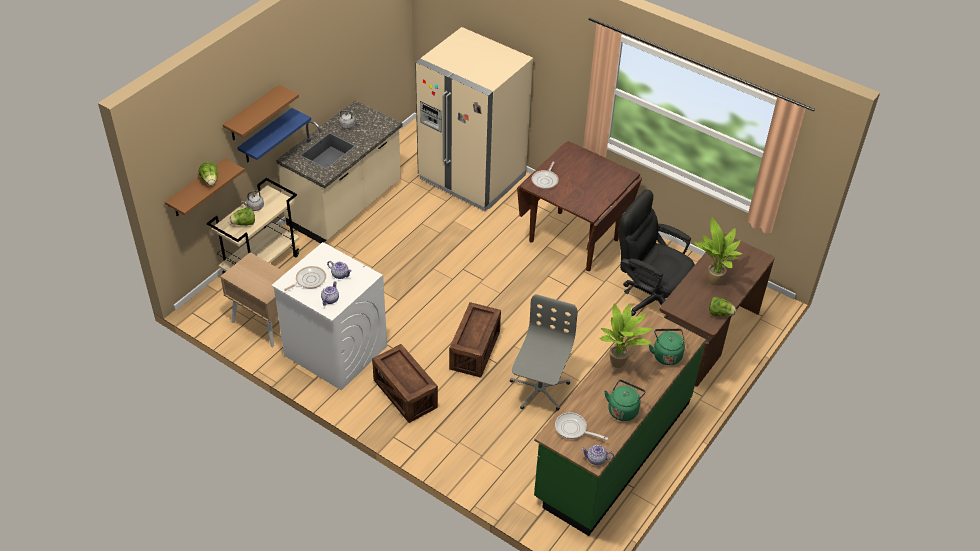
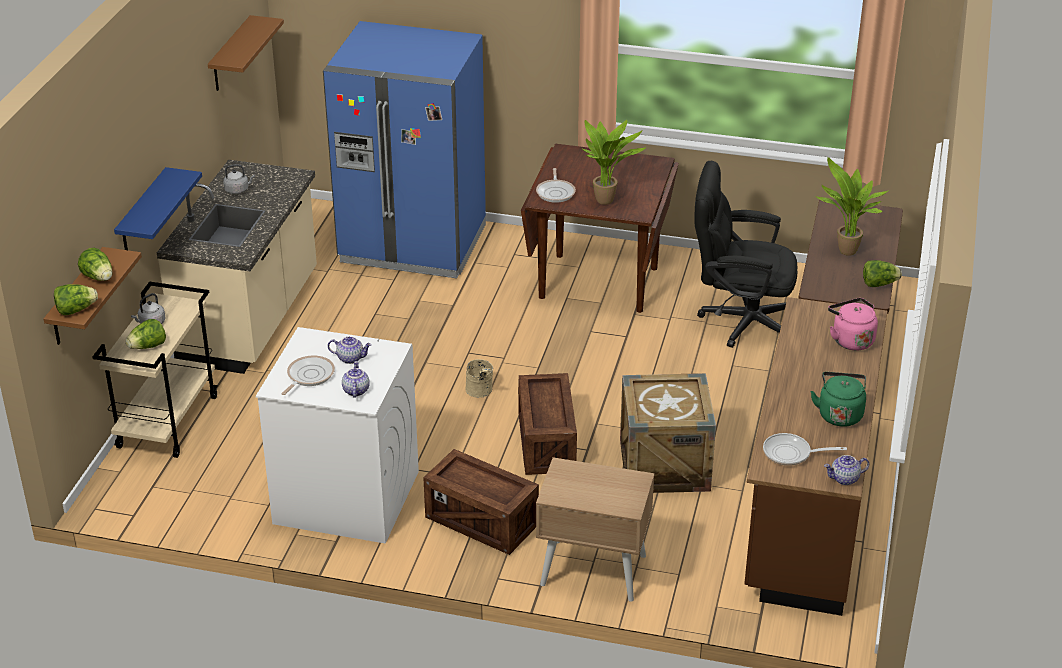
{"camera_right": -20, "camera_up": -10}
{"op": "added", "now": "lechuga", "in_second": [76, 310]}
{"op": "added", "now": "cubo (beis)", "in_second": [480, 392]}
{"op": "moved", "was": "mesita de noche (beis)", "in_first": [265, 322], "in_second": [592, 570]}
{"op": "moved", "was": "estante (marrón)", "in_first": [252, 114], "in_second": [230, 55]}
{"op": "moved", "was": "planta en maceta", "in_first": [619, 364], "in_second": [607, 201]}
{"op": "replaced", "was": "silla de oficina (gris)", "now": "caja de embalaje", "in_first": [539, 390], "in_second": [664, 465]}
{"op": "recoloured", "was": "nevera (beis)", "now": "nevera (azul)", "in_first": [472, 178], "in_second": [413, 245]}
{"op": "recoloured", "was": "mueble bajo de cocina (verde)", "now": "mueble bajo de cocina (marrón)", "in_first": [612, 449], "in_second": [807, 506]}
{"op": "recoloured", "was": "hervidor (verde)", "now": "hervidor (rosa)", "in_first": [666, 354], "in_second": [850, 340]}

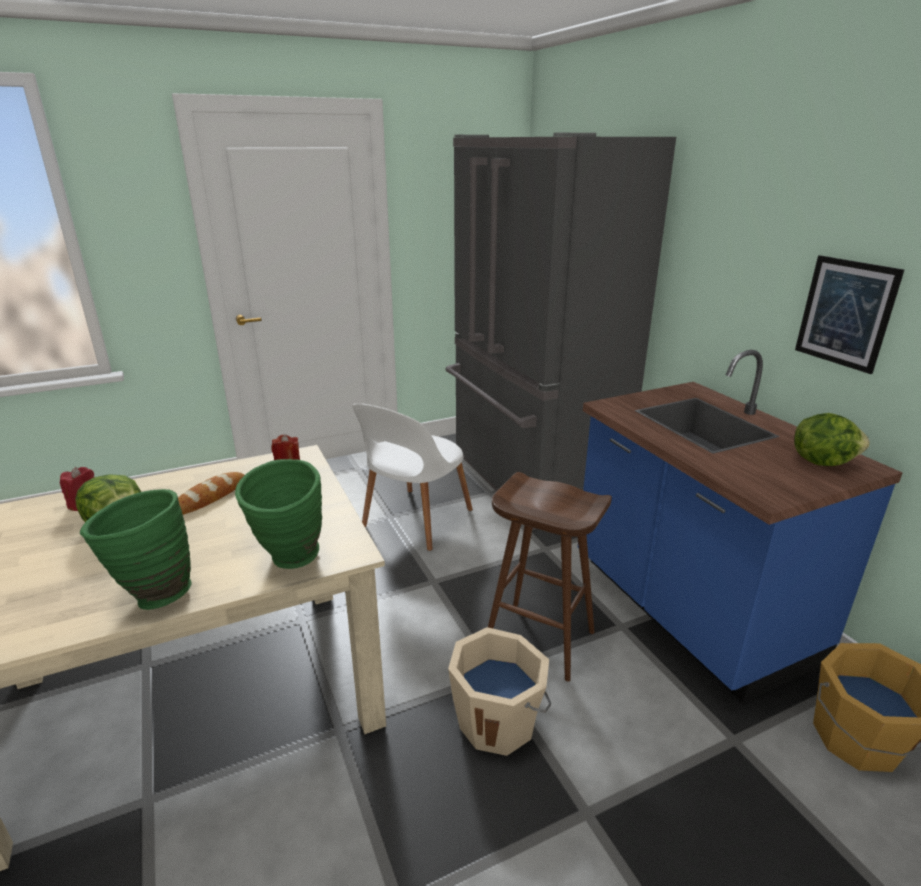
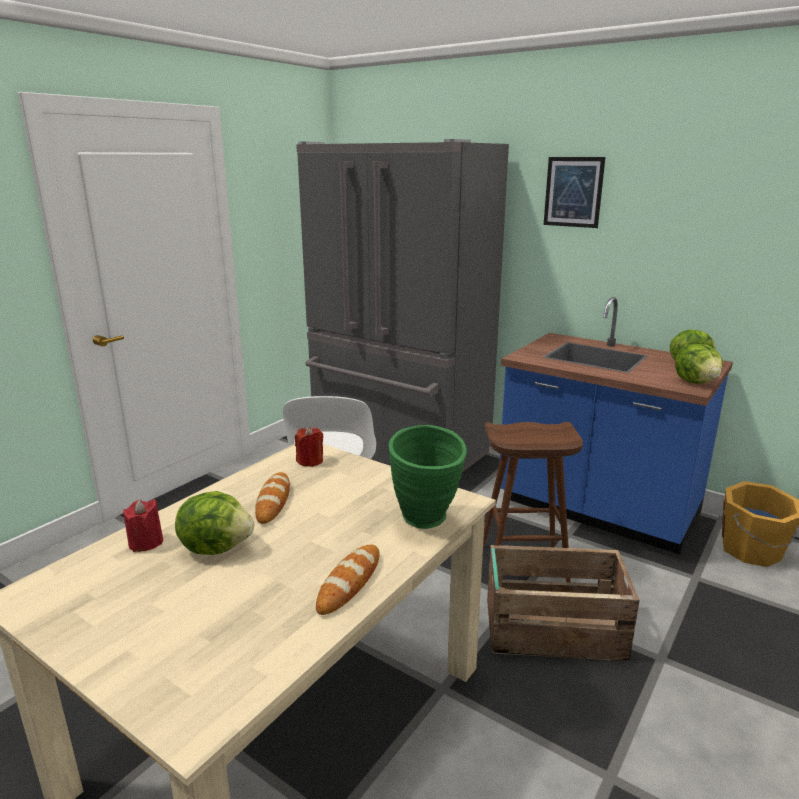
{"camera_right": -30, "camera_up": -5}
{"op": "added", "now": "lechuga", "in_second": [696, 382]}
{"op": "moved", "was": "cuadro", "in_first": [845, 313], "in_second": [573, 192]}
{"op": "replaced", "was": "florero (verde)", "now": "pan", "in_first": [152, 595], "in_second": [349, 582]}
{"op": "replaced", "was": "cubo (beis)", "now": "caja de embalaje", "in_first": [498, 721], "in_second": [551, 628]}

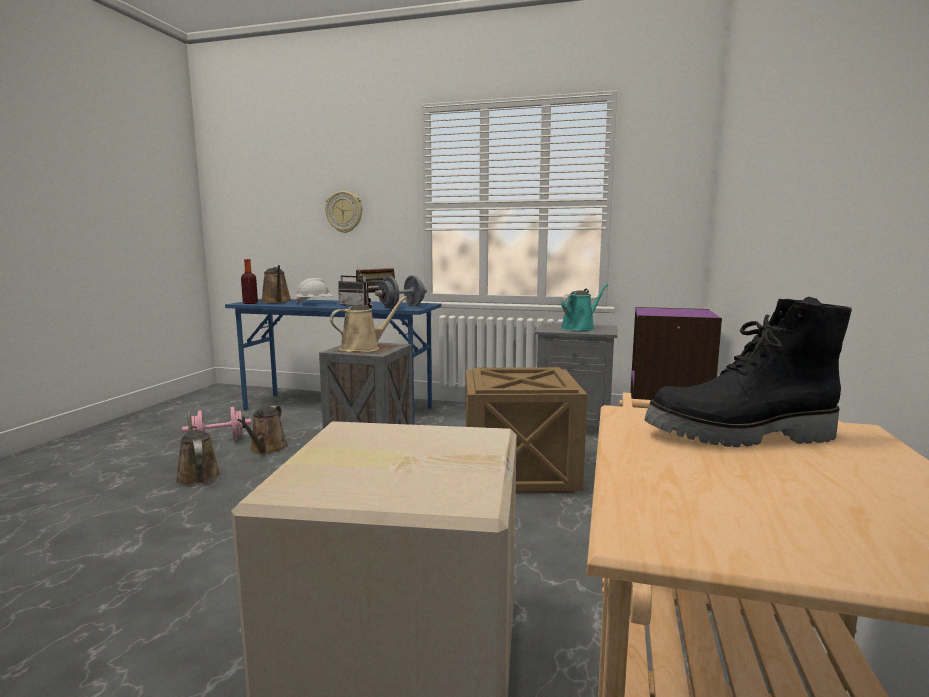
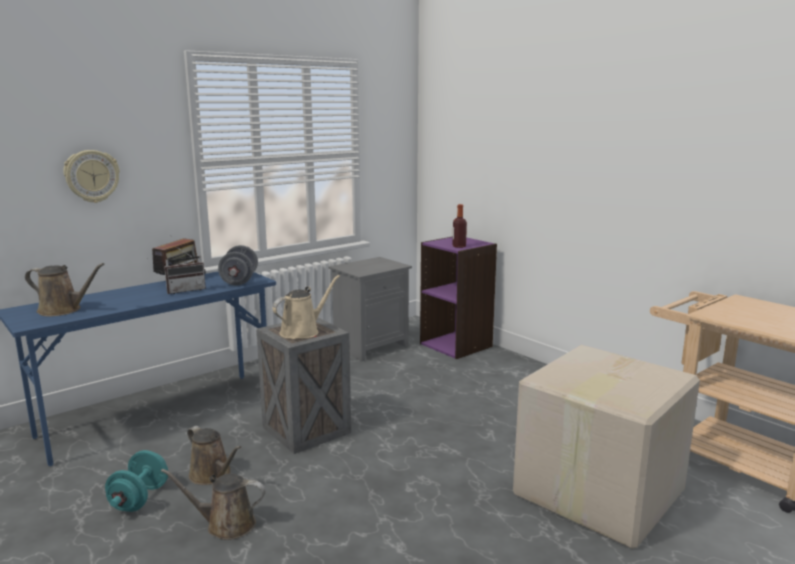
{"camera_right": -55, "camera_up": 5}
{"op": "removed", "was": "casco (blanco)", "in_first": [315, 303]}
{"op": "removed", "was": "caja de embalaje", "in_first": [521, 472]}
{"op": "removed", "was": "regadera (turquesa)", "in_first": [580, 328]}
{"op": "removed", "was": "bota (negro)", "in_first": [741, 436]}
{"op": "moved", "was": "botella", "in_first": [250, 303], "in_second": [459, 246]}
{"op": "recoloured", "was": "mancuerna (rosa)", "now": "mancuerna (turquesa)", "in_first": [219, 441], "in_second": [139, 499]}
{"op": "turned", "was": "regadera (beis)", "in_first": [363, 348], "in_second": [302, 331], "clockwise": 45}

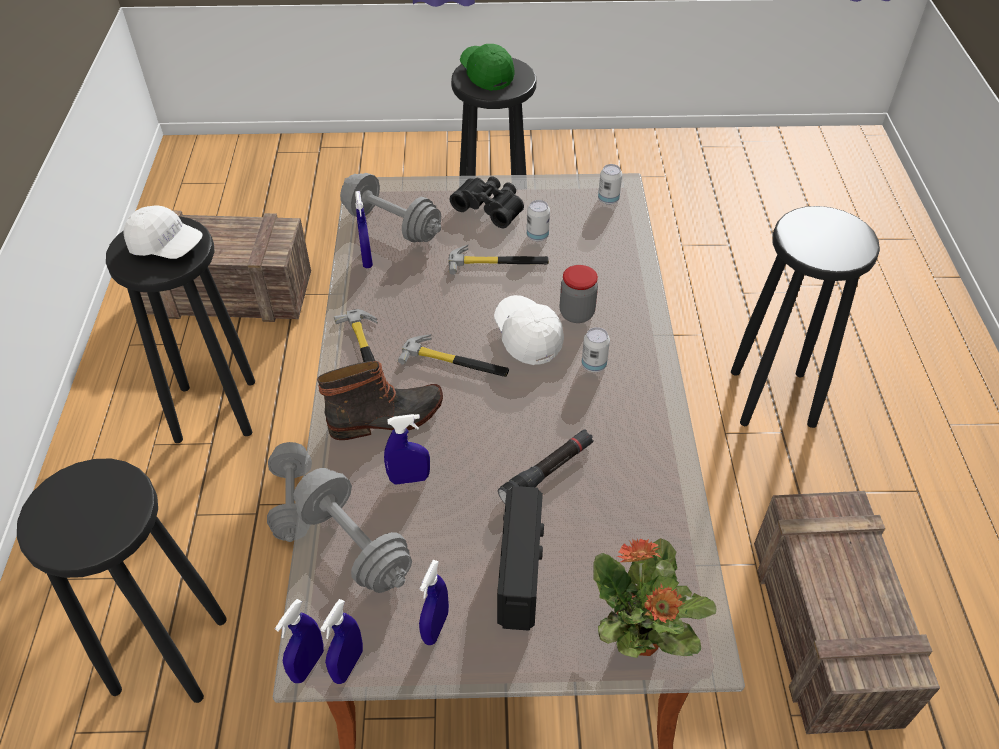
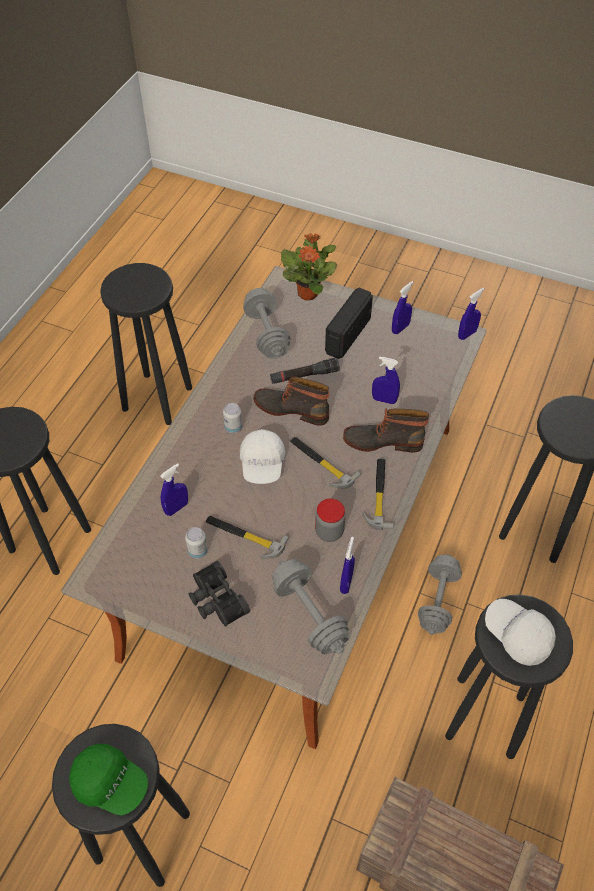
{"camera_right": -155, "camera_up": 5}
{"op": "removed", "was": "lata", "in_first": [608, 199]}
{"op": "added", "now": "bota", "in_second": [292, 408]}
{"op": "moved", "was": "mancuerna (gris)", "in_first": [354, 544], "in_second": [267, 334]}
{"op": "moved", "was": "pulverizador (azul)", "in_first": [348, 665], "in_second": [176, 508]}
{"op": "moved", "was": "tarro", "in_first": [576, 313], "in_second": [329, 531]}
{"op": "replaced", "was": "caja de embalaje", "now": "taburete (negro)", "in_first": [825, 634], "in_second": [158, 397]}
{"op": "turned", "was": "gorra (verde)", "in_first": [486, 74], "in_second": [110, 783], "clockwise": -60}

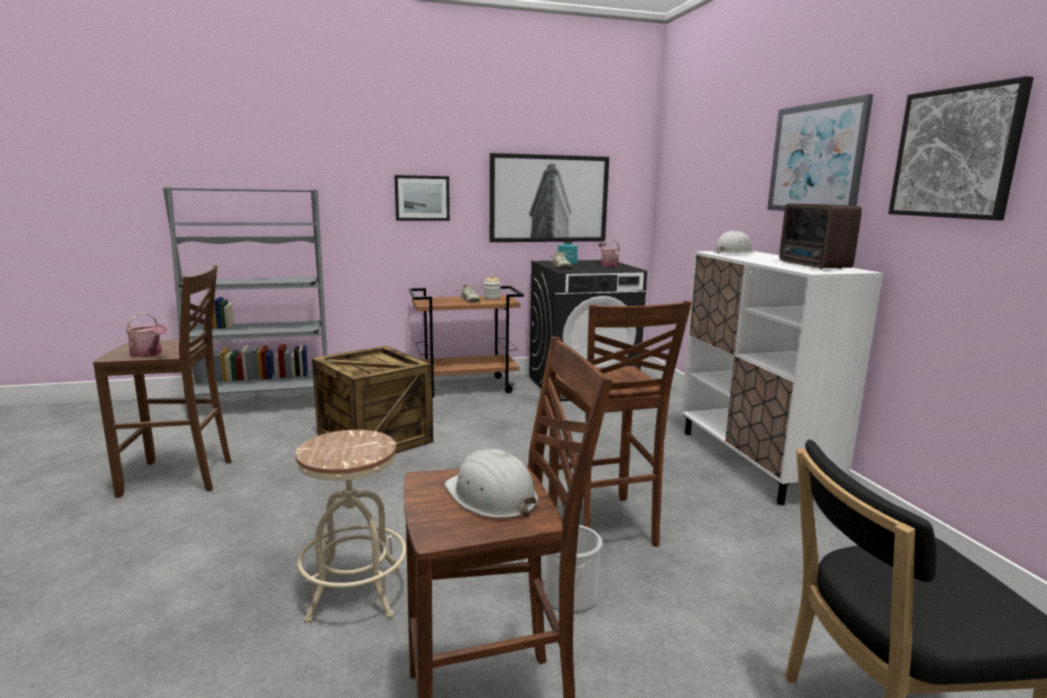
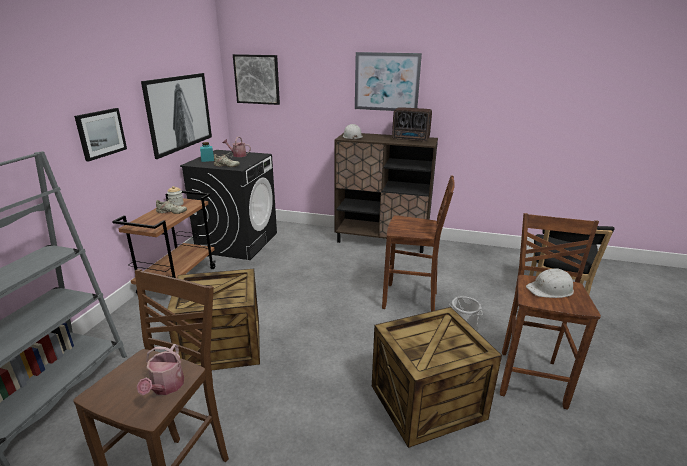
{"camera_right": -60, "camera_up": 10}
{"op": "moved", "was": "cuadro", "in_first": [956, 153], "in_second": [257, 79]}
{"op": "replaced", "was": "taburete (beis)", "now": "caja de embalaje", "in_first": [355, 593], "in_second": [426, 400]}
{"op": "recoloured", "was": "armario (blanco)", "now": "armario (marrón)", "in_first": [753, 462], "in_second": [382, 241]}
{"op": "turned", "was": "regadera", "in_first": [148, 354], "in_second": [165, 387], "clockwise": 120}

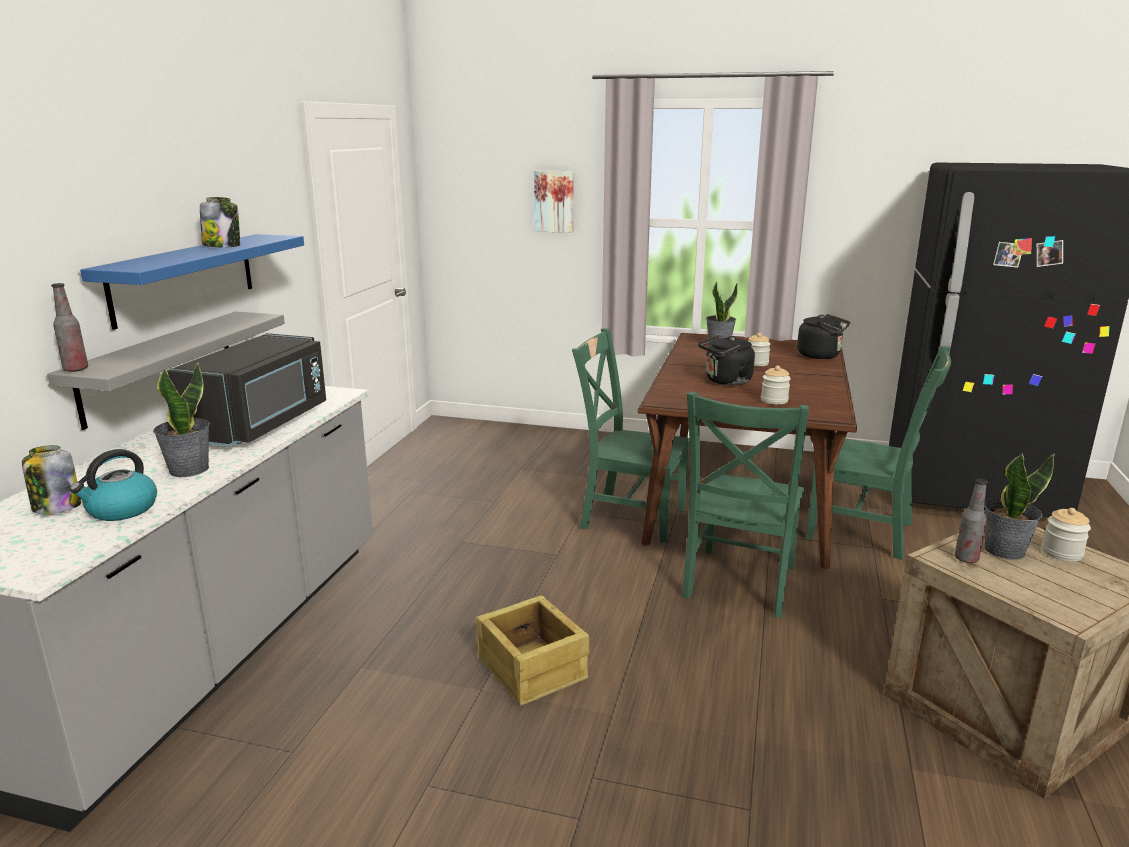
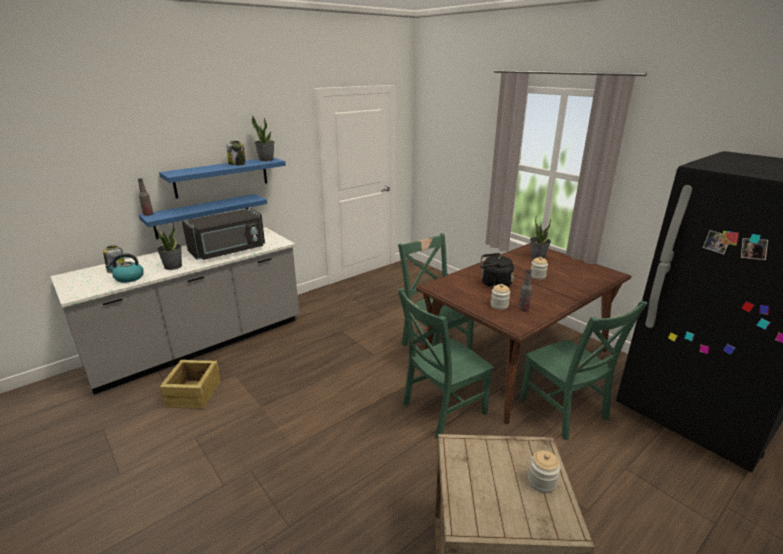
{"camera_right": 35, "camera_up": 5}
{"op": "removed", "was": "cuadro", "in_first": [554, 201]}
{"op": "removed", "was": "hervidor (negro)", "in_first": [821, 356]}
{"op": "moved", "was": "caja de embalaje", "in_first": [531, 669], "in_second": [193, 394]}
{"op": "moved", "was": "botella", "in_first": [966, 559], "in_second": [523, 308]}
{"op": "moved", "was": "planta en maceta", "in_first": [1003, 550], "in_second": [266, 159]}
{"op": "recoloured", "was": "estante (gris)", "now": "estante (azul)", "in_first": [159, 366], "in_second": [203, 216]}

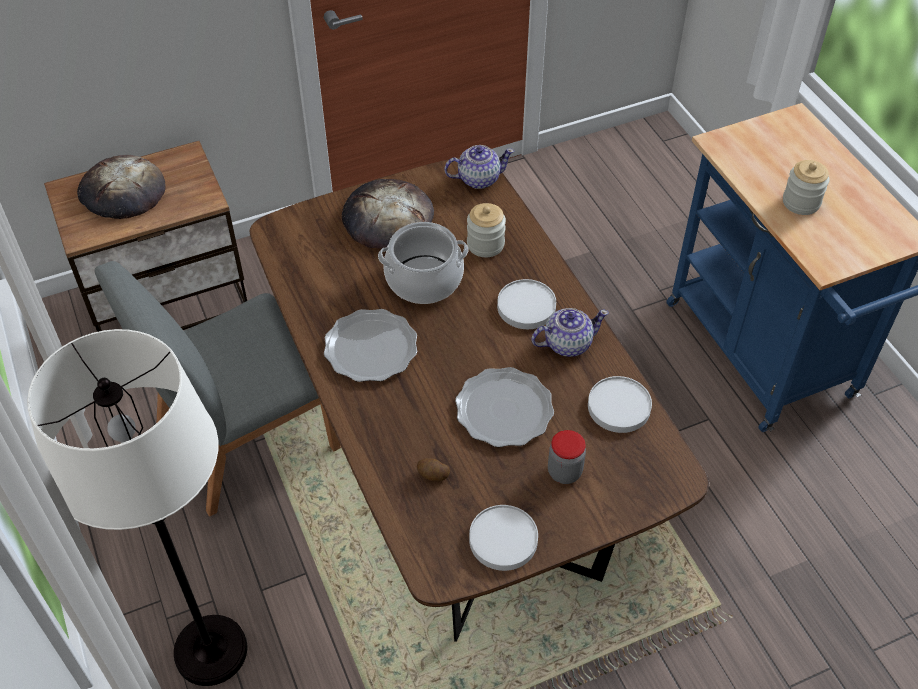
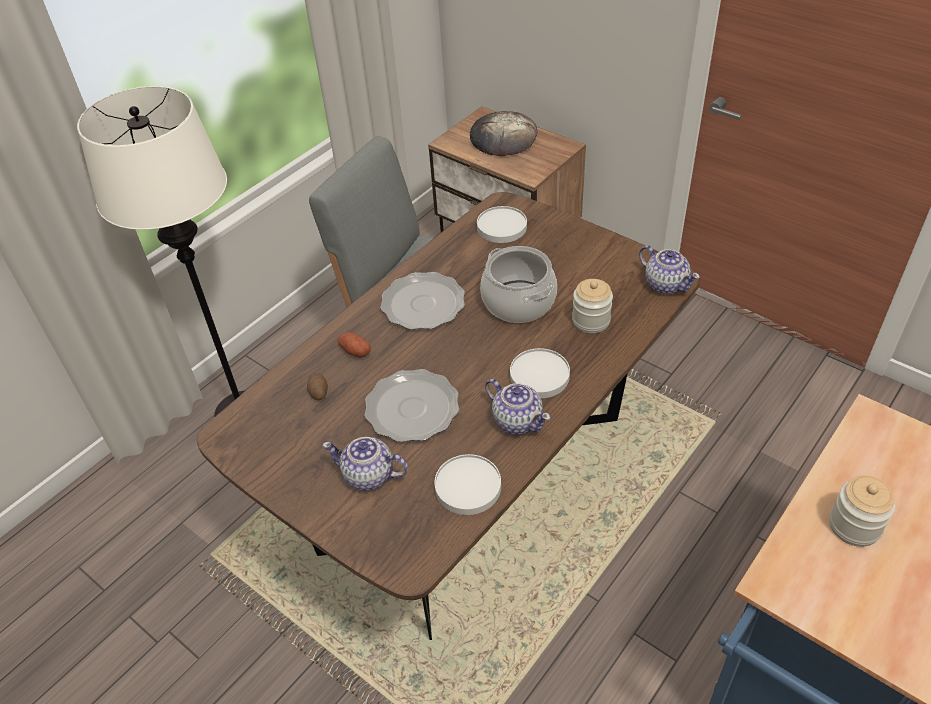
{"camera_right": 65, "camera_up": -5}
{"op": "removed", "was": "pan", "in_first": [387, 218]}
{"op": "added", "now": "patata", "in_second": [355, 351]}
{"op": "moved", "was": "plato (blanco)", "in_first": [503, 540], "in_second": [501, 227]}
{"op": "replaced", "was": "tarro", "now": "tetera", "in_first": [564, 472], "in_second": [369, 476]}

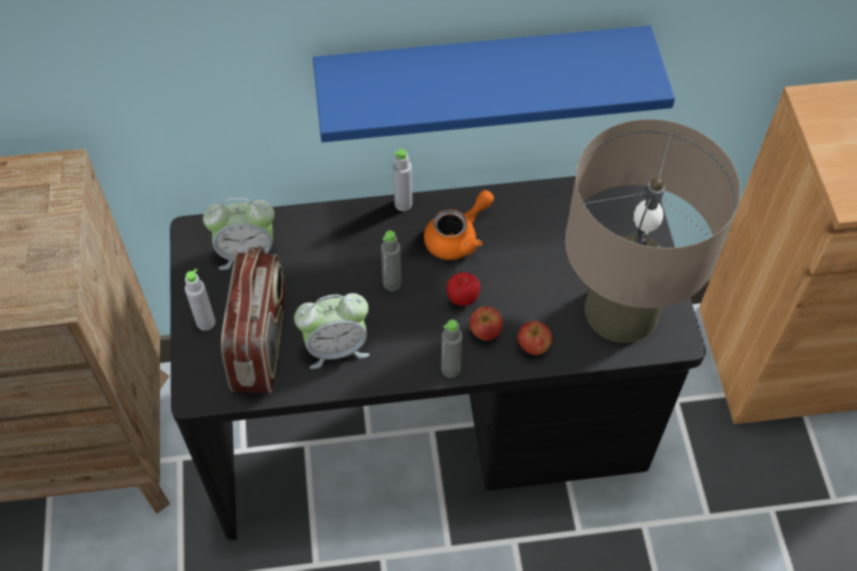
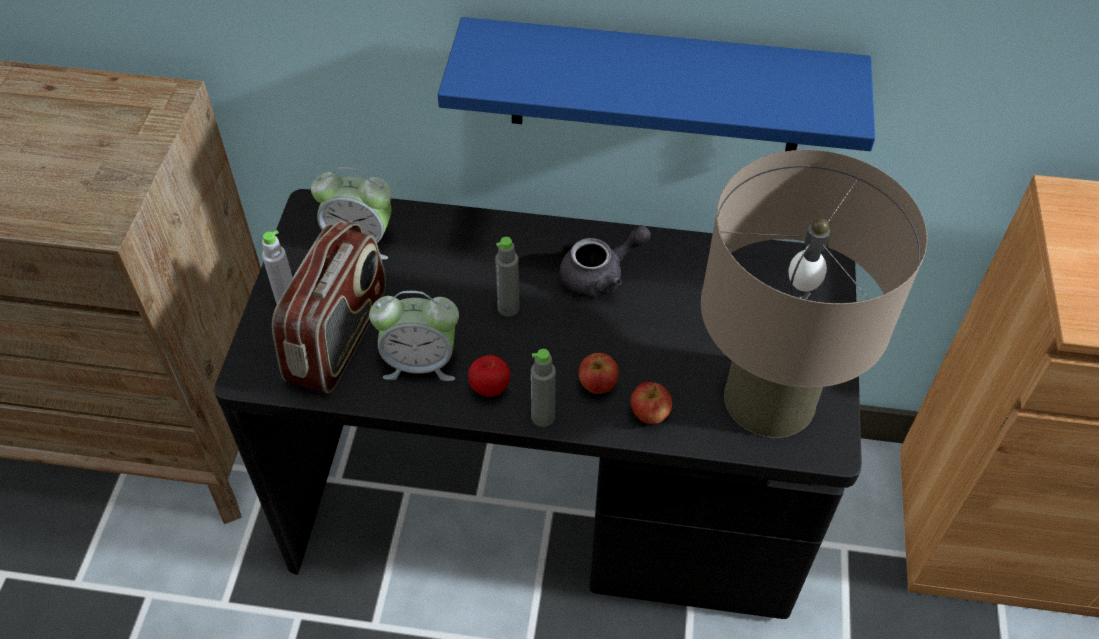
{"camera_right": 15, "camera_up": -5}
{"op": "removed", "was": "botella (gris)", "in_first": [403, 204]}
{"op": "moved", "was": "manzana", "in_first": [462, 299], "in_second": [490, 388]}
{"op": "recoloured", "was": "tetera (naranja)", "now": "tetera (gris)", "in_first": [458, 238], "in_second": [600, 275]}

